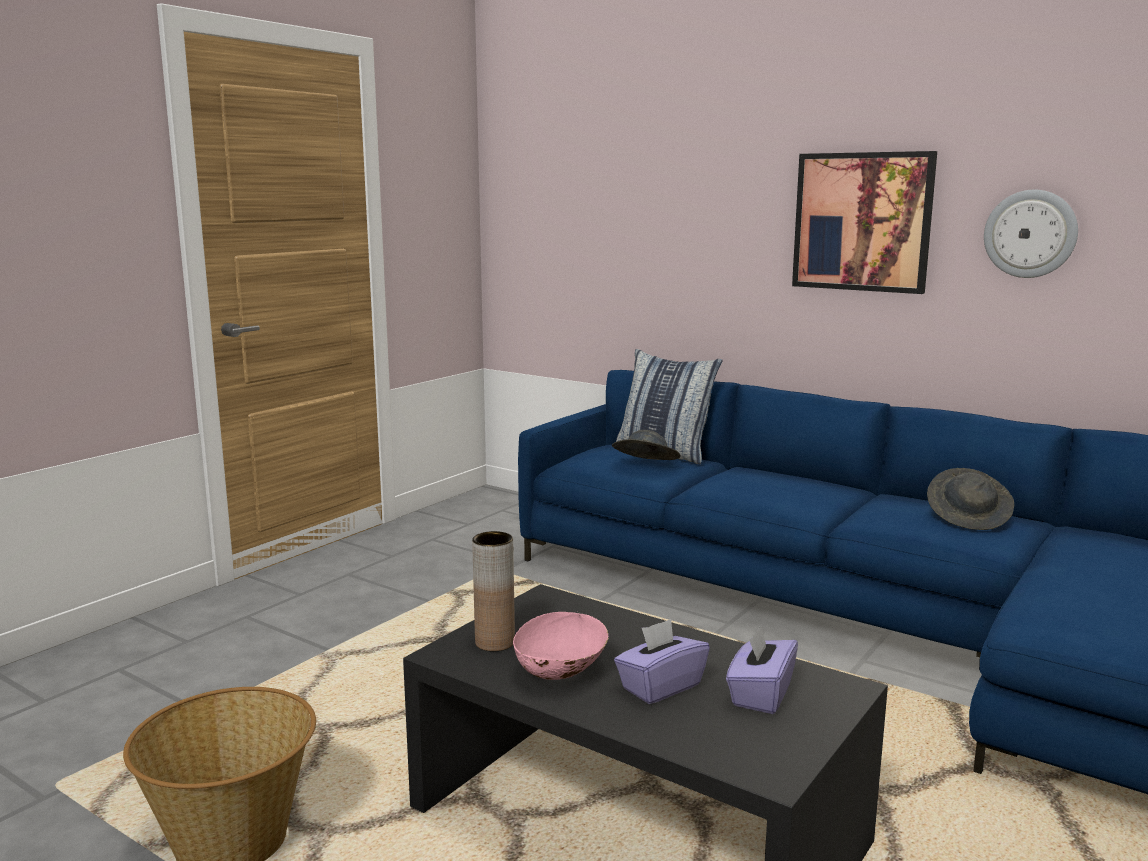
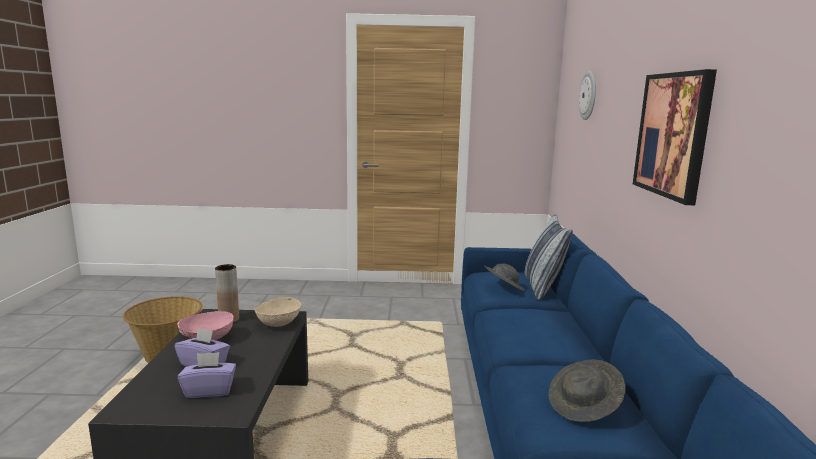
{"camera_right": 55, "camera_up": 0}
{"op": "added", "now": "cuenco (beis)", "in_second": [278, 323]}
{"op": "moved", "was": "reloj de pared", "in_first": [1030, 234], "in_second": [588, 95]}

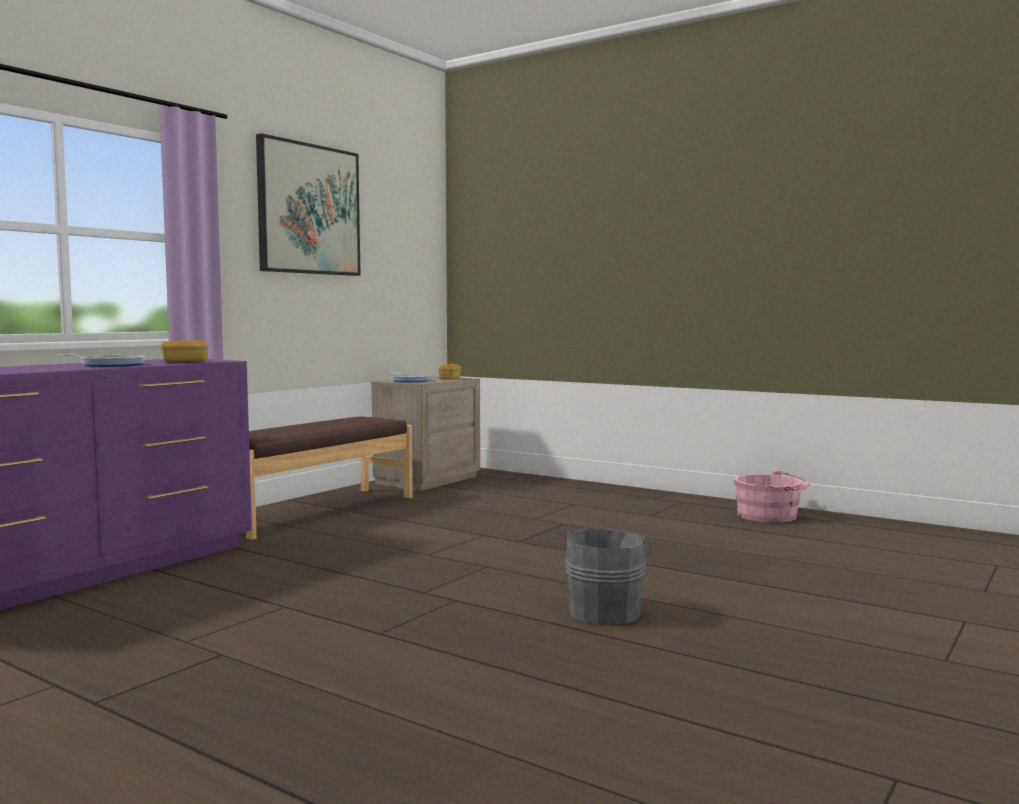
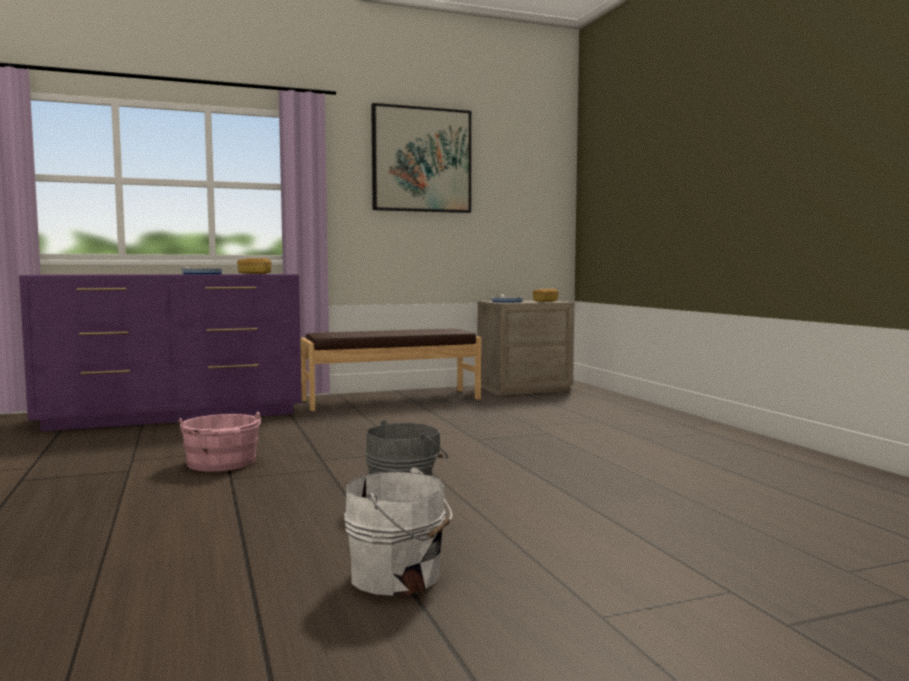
{"camera_right": 35, "camera_up": 0}
{"op": "added", "now": "cubo (blanco)", "in_second": [399, 576]}
{"op": "moved", "was": "cubo (rosa)", "in_first": [770, 516], "in_second": [222, 463]}

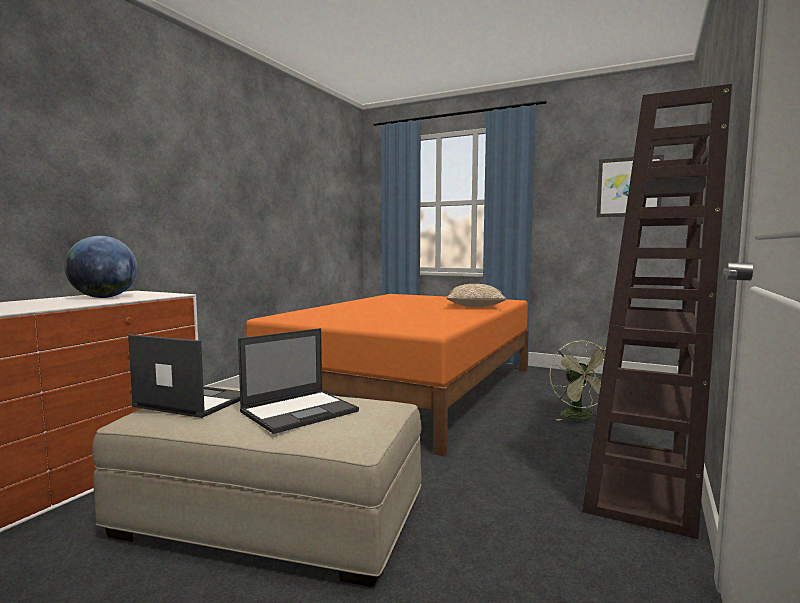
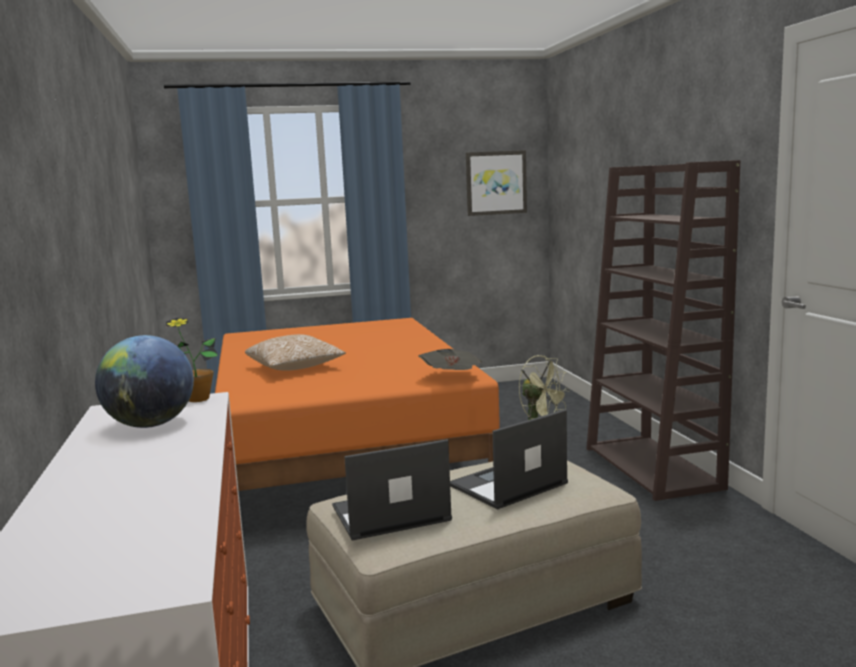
{"camera_right": -40, "camera_up": 5}
{"op": "added", "now": "planta en maceta", "in_second": [198, 399]}
{"op": "added", "now": "periódico", "in_second": [452, 377]}
{"op": "moved", "was": "cojín", "in_first": [475, 307], "in_second": [295, 368]}
{"op": "turned", "was": "portátil", "in_first": [300, 411], "in_second": [507, 485], "clockwise": -135}

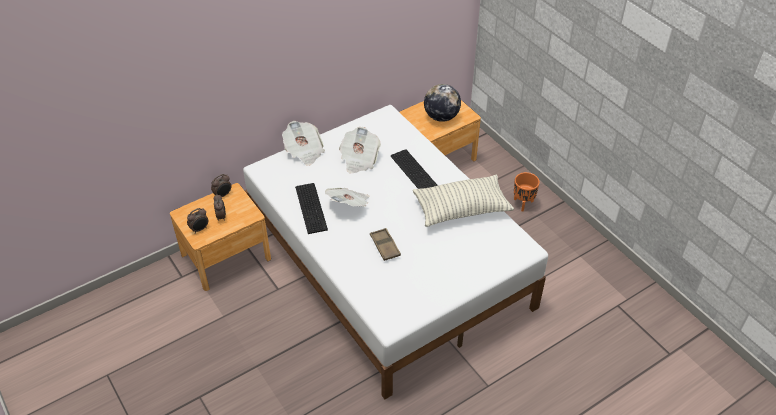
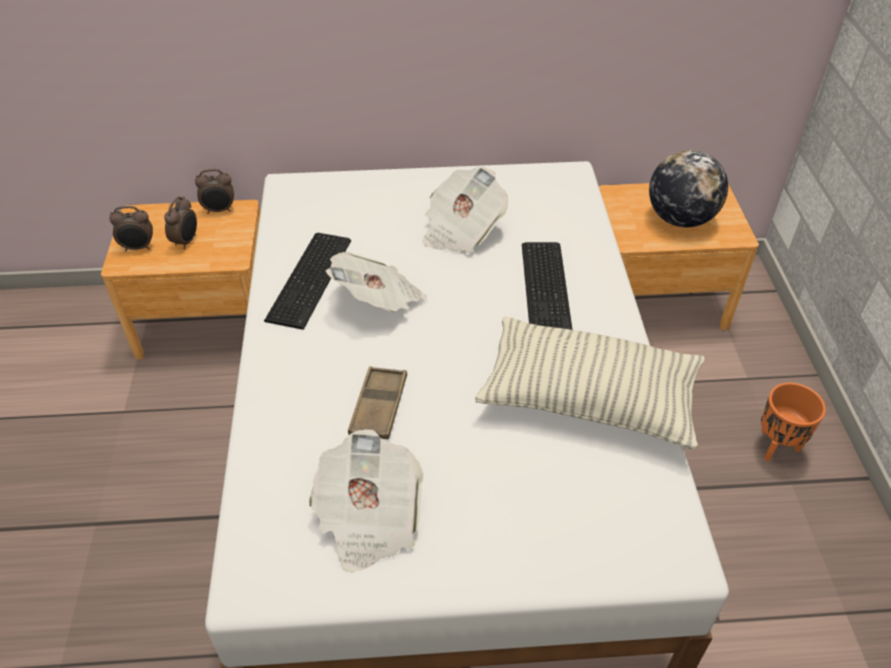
{"camera_right": 30, "camera_up": 0}
{"op": "moved", "was": "periódico", "in_first": [304, 151], "in_second": [368, 518]}

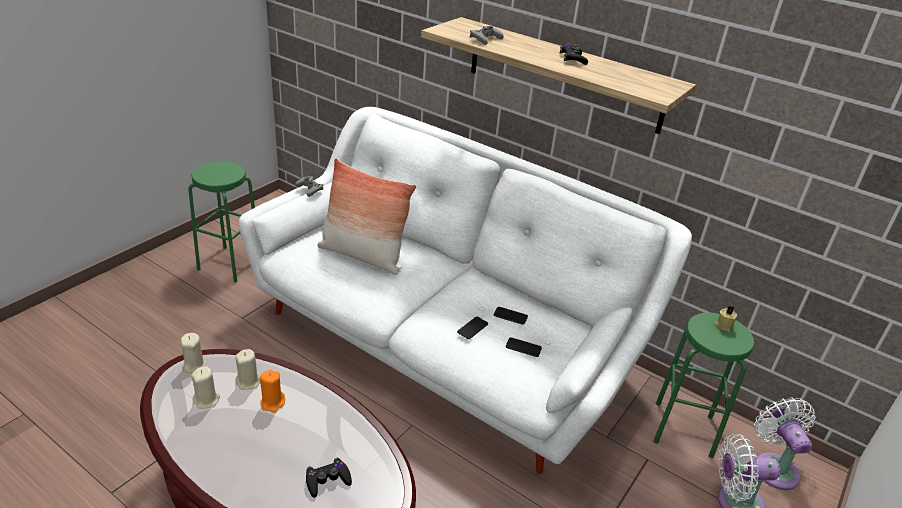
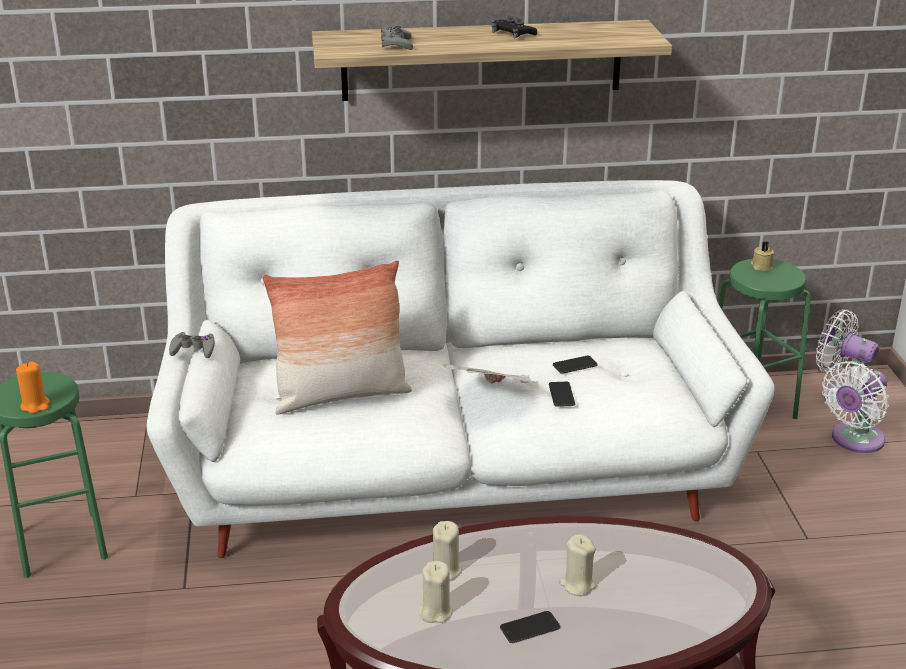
{"camera_right": -40, "camera_up": -5}
{"op": "removed", "was": "mando de consola (negro)", "in_first": [327, 480]}
{"op": "added", "now": "periódico", "in_second": [494, 396]}
{"op": "moved", "was": "vela (beis)", "in_first": [194, 365], "in_second": [577, 584]}
{"op": "moved", "was": "vela (naranja)", "in_first": [272, 403], "in_second": [35, 405]}
{"op": "moved", "was": "móvil", "in_first": [523, 347], "in_second": [530, 628]}

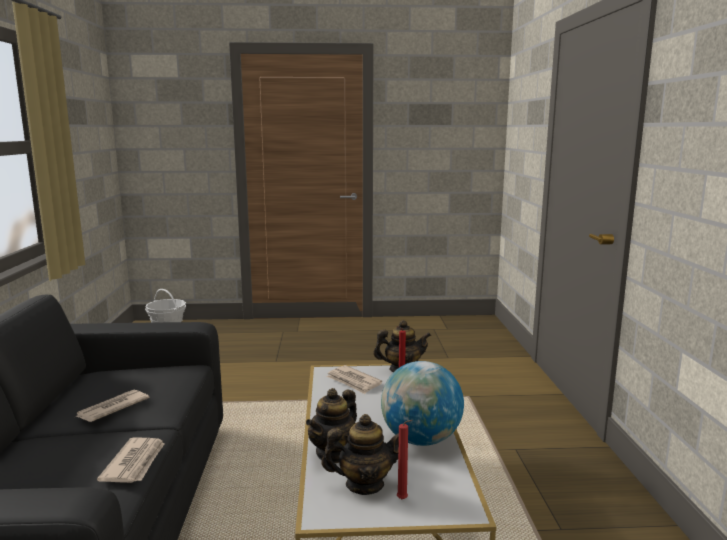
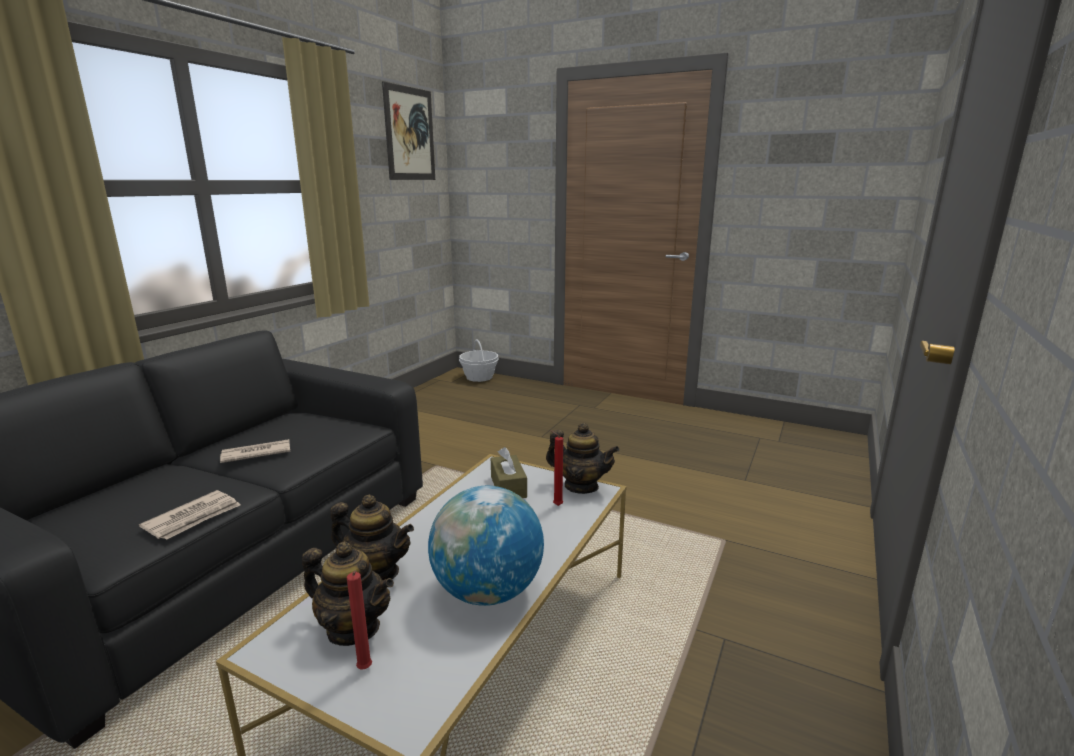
{"camera_right": 30, "camera_up": 5}
{"op": "added", "now": "cuadro", "in_second": [410, 134]}
{"op": "replaced", "was": "periódico", "now": "caja de pañuelos (marrón)", "in_first": [353, 382], "in_second": [508, 487]}
{"op": "turned", "was": "tetera", "in_first": [333, 453], "in_second": [376, 572], "clockwise": -135}

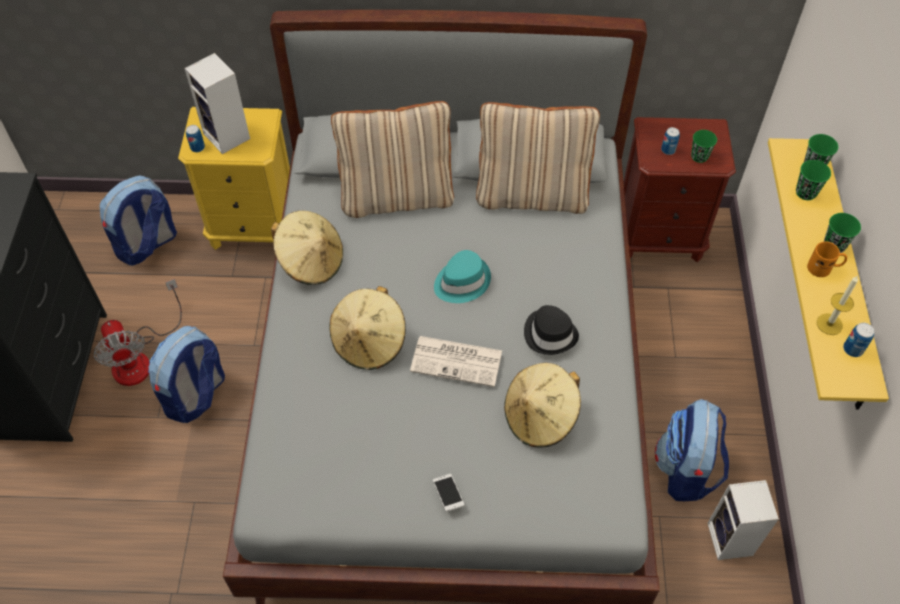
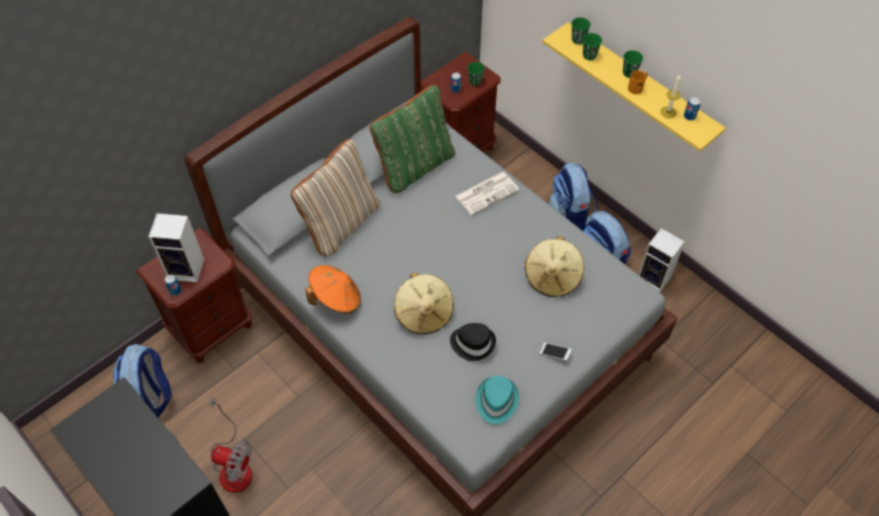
{"camera_right": -45, "camera_up": 0}
{"op": "moved", "was": "mochila", "in_first": [196, 396], "in_second": [569, 216]}
{"op": "moved", "was": "periódico", "in_first": [458, 361], "in_second": [487, 192]}
{"op": "moved", "was": "sombrero (turquesa)", "in_first": [461, 281], "in_second": [496, 401]}
{"op": "moved", "was": "sombrero (negro)", "in_first": [550, 334], "in_second": [473, 343]}
{"op": "recoloured", "was": "mesita de noche (amarillo)", "now": "mesita de noche (marrón)", "in_first": [254, 226], "in_second": [212, 328]}
{"op": "recoloured", "was": "sombrero (beis)", "now": "sombrero (naranja)", "in_first": [311, 261], "in_second": [336, 298]}
{"op": "recoloured", "was": "cojín (beis)", "now": "cojín (verde)", "in_first": [532, 195], "in_second": [414, 166]}

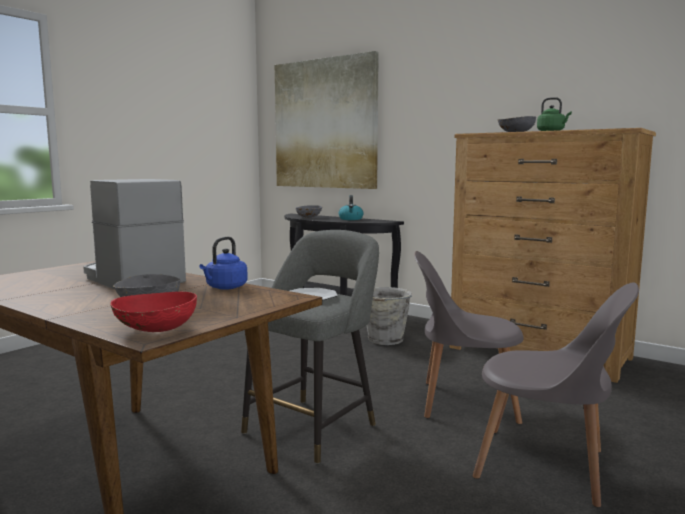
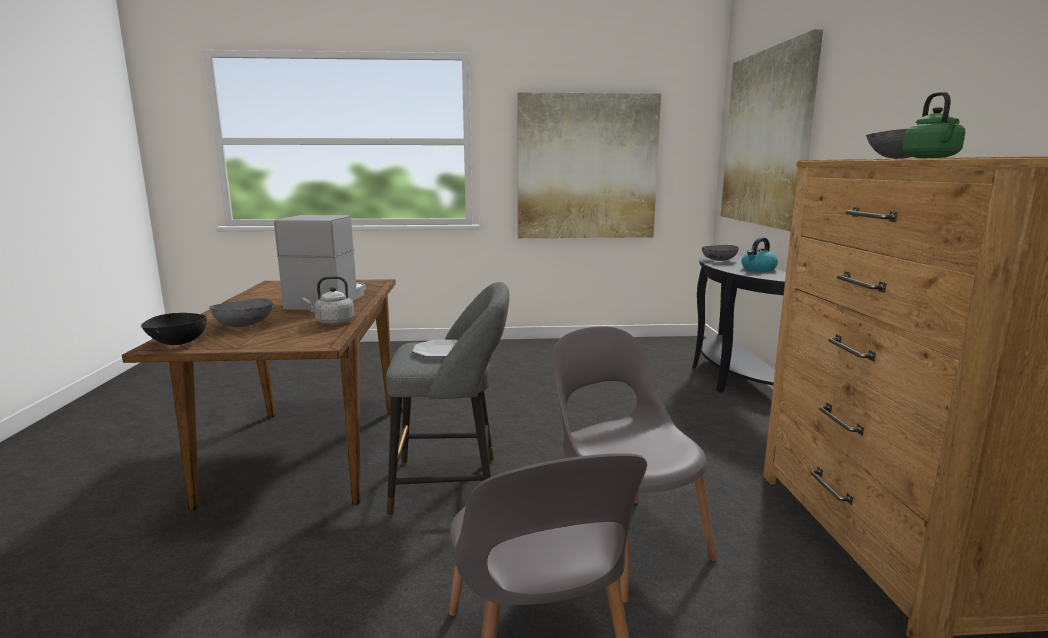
{"camera_right": 50, "camera_up": 5}
{"op": "removed", "was": "cubo (gris)", "in_first": [385, 340]}
{"op": "added", "now": "cuadro", "in_second": [587, 167]}
{"op": "recoloured", "was": "cuenco (rojo)", "now": "cuenco (negro)", "in_first": [155, 330], "in_second": [177, 343]}
{"op": "recoloured", "was": "hervidor (azul)", "now": "hervidor (gris)", "in_first": [225, 287], "in_second": [332, 322]}

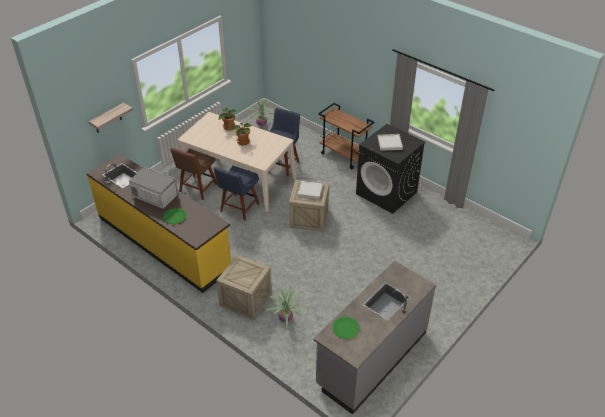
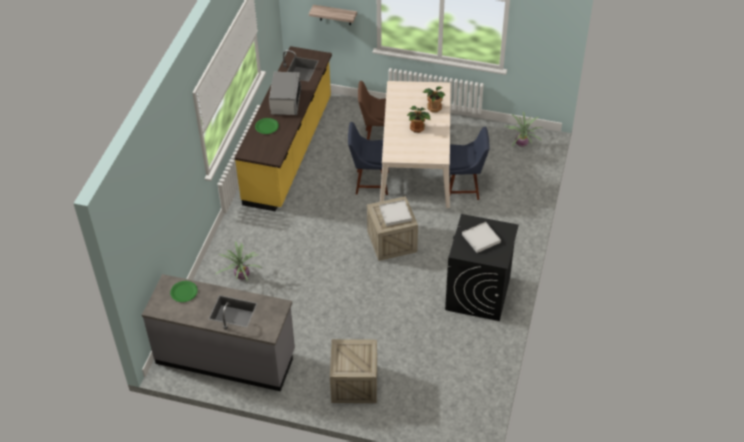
{"camera_right": 65, "camera_up": 5}
{"op": "removed", "was": "carrito (marrón)", "in_first": [344, 156]}
{"op": "moved", "was": "caja de embalaje", "in_first": [246, 299], "in_second": [354, 384]}

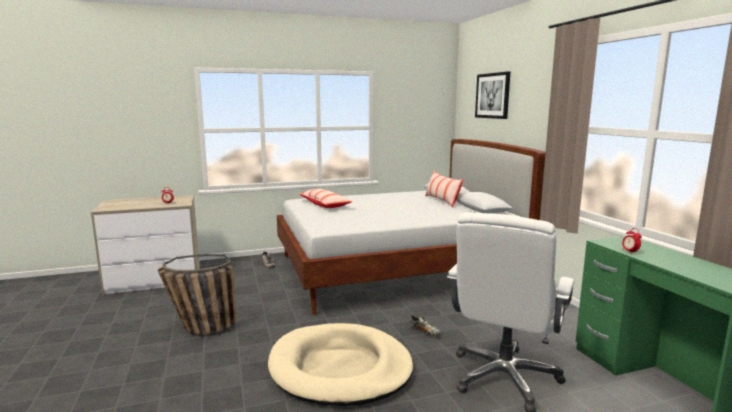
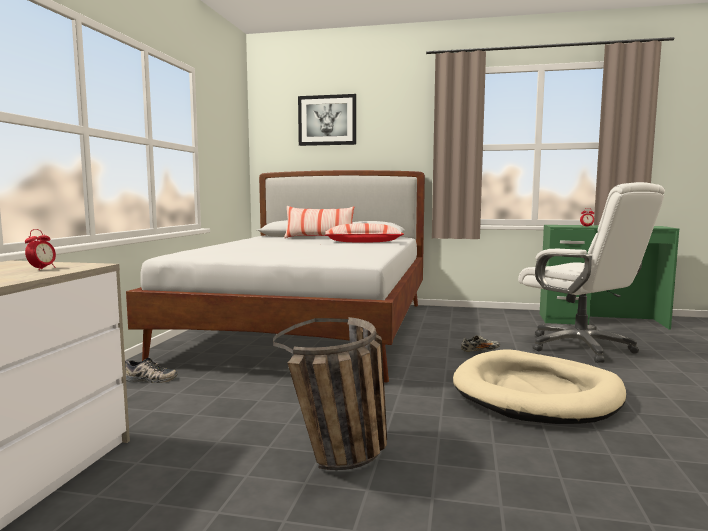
{"camera_right": -60, "camera_up": -5}
{"op": "moved", "was": "cojín", "in_first": [324, 205], "in_second": [363, 242]}

